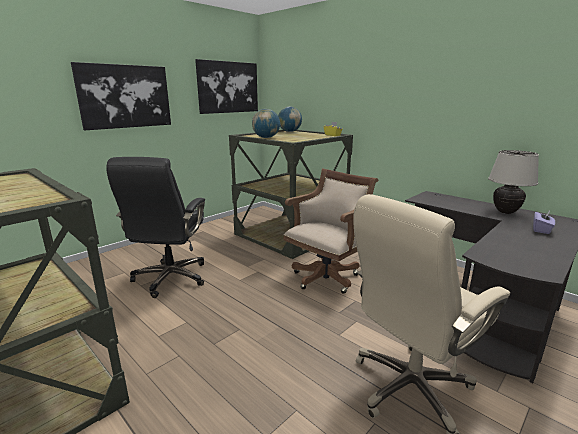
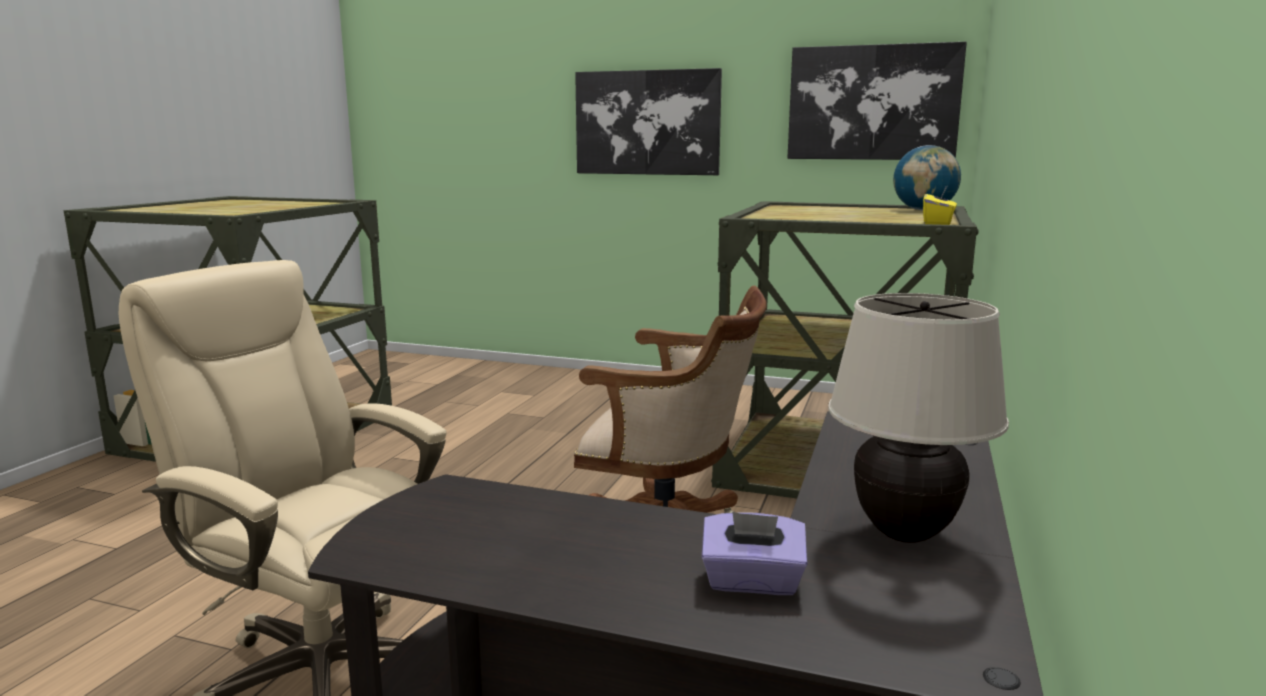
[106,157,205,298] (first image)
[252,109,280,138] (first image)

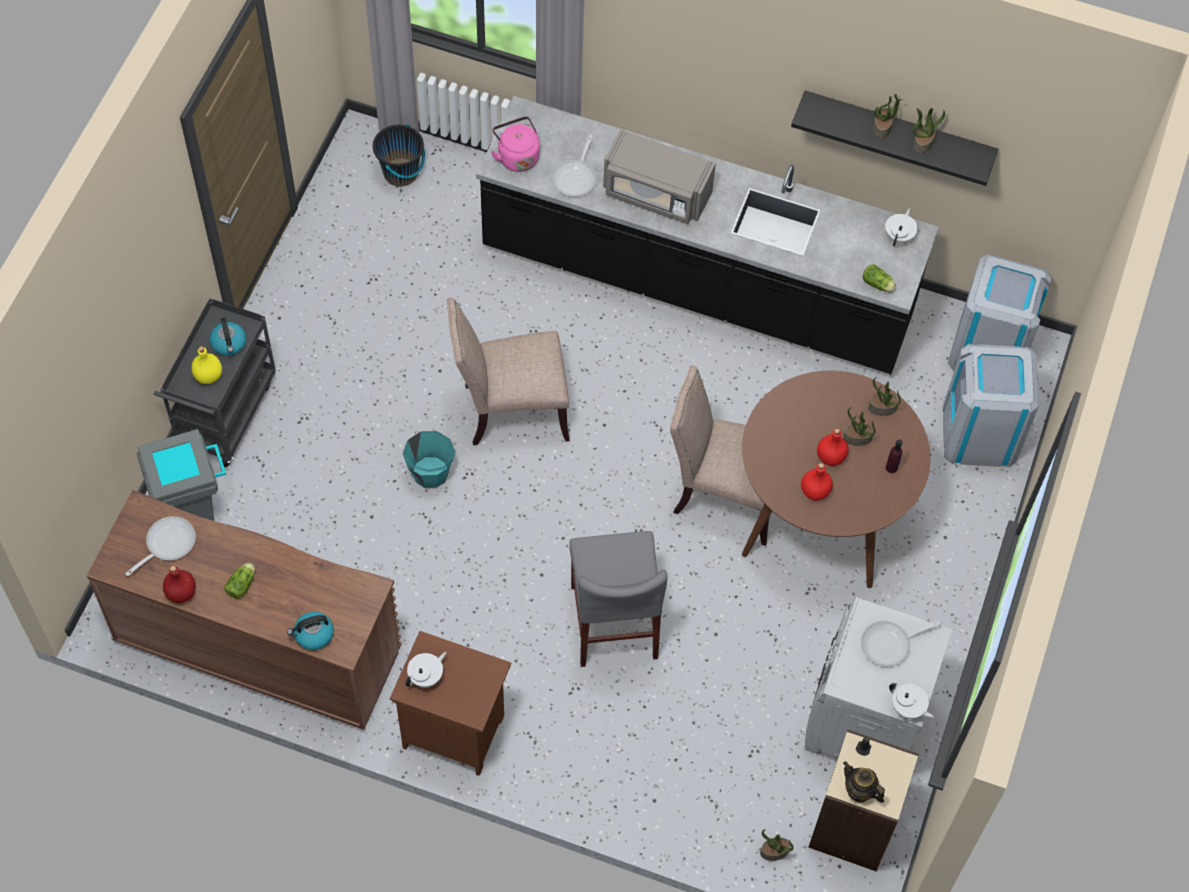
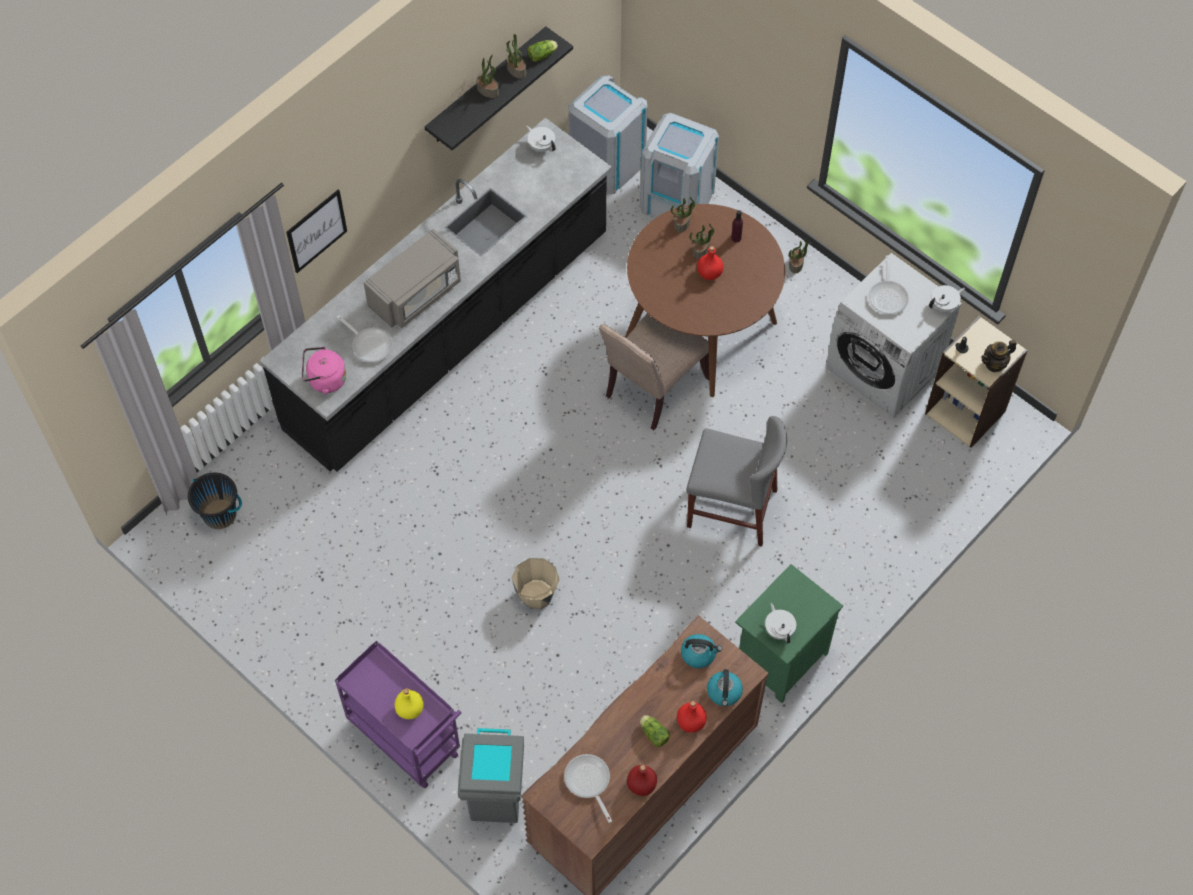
[447,298,570,445] (first image)
[286,189,347,273]
[681,634,722,668]
[789,239,810,274]
[677,701,707,733]
[527,40,558,62]
[335,641,461,788]
[735,564,843,703]
[512,558,559,610]

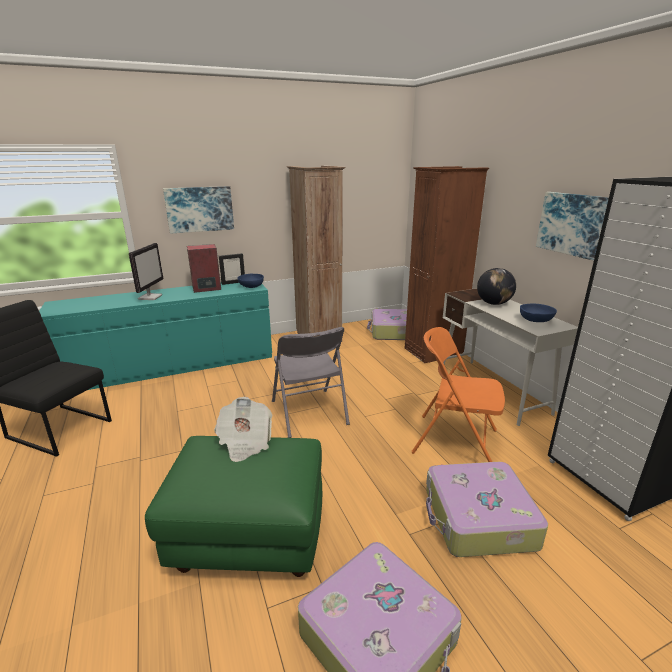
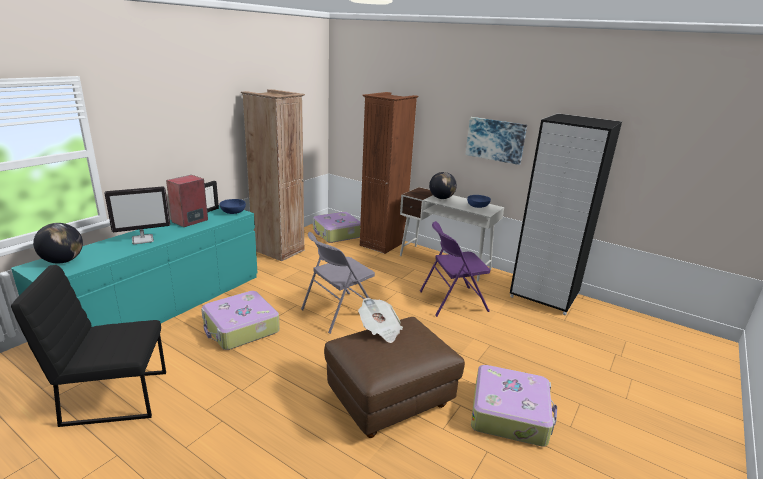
[163,186,234,234] (first image)
[33,223,83,264]
[201,291,280,350]
[324,317,465,438]
[420,221,490,317]
[104,186,170,244]
[301,232,375,334]

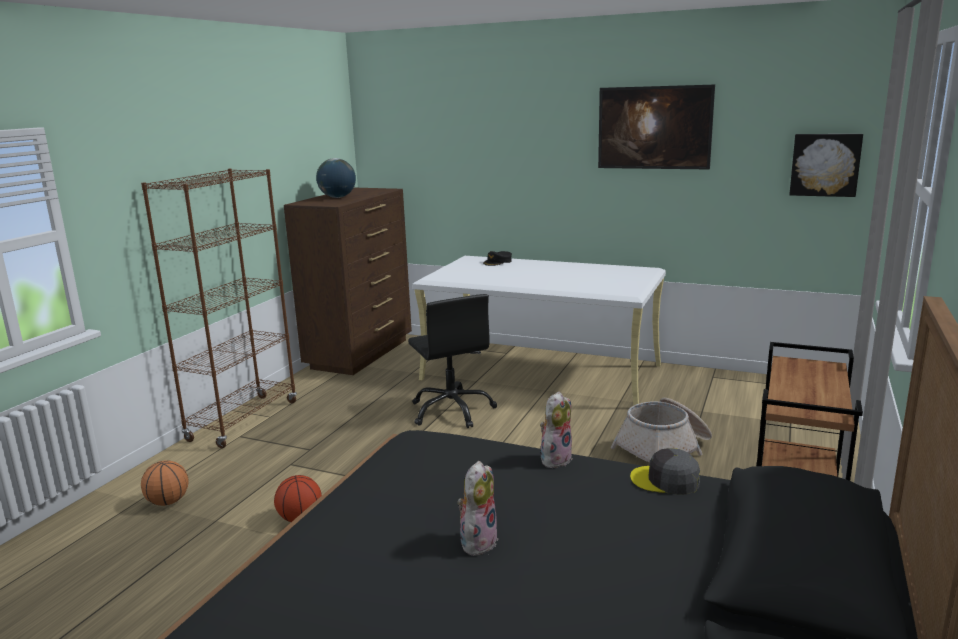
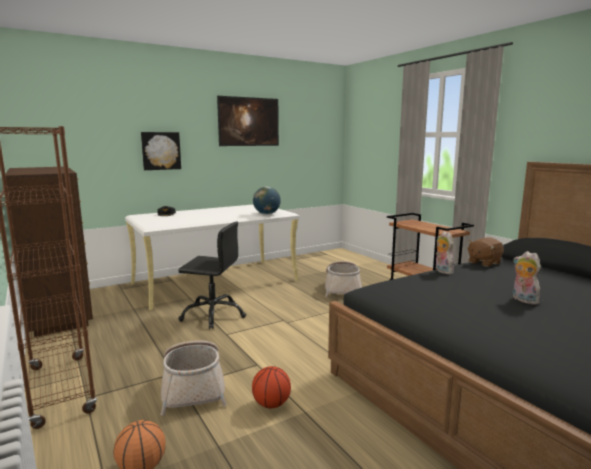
[161,340,227,416]
[253,187,281,214]
[141,132,181,170]
[467,238,504,267]

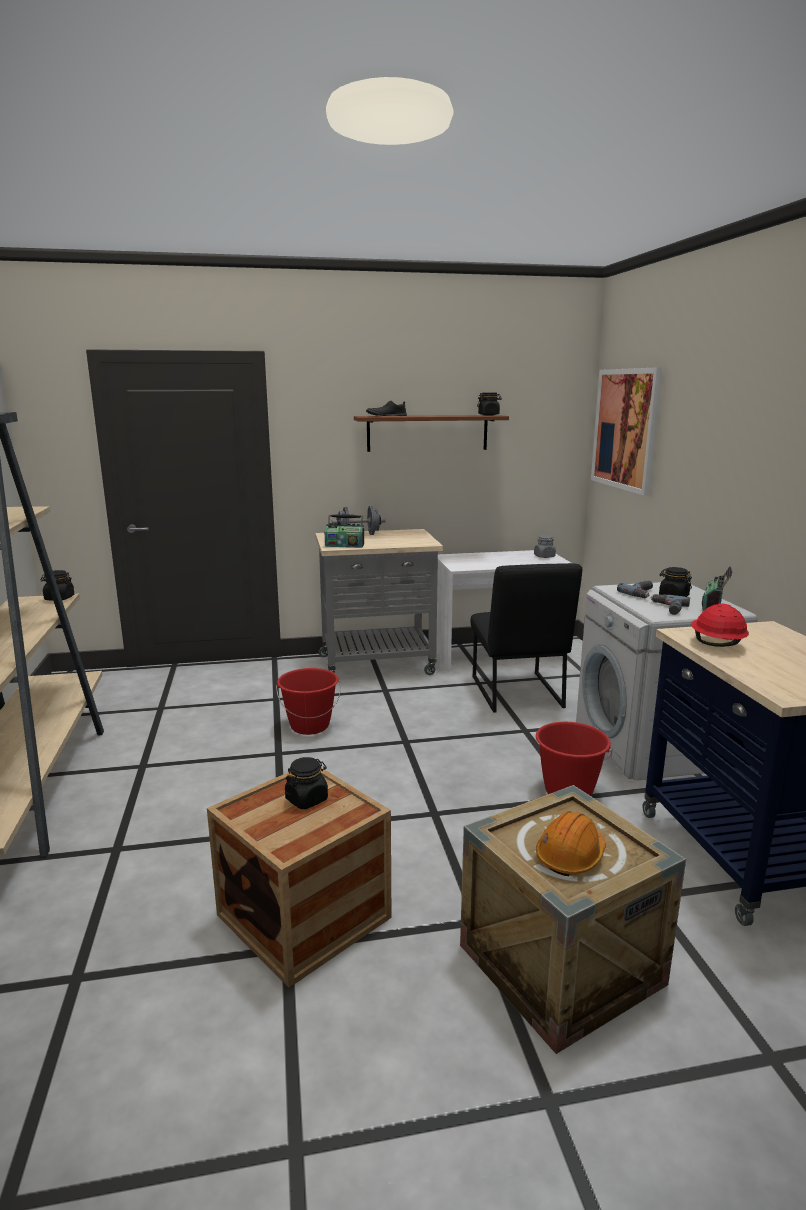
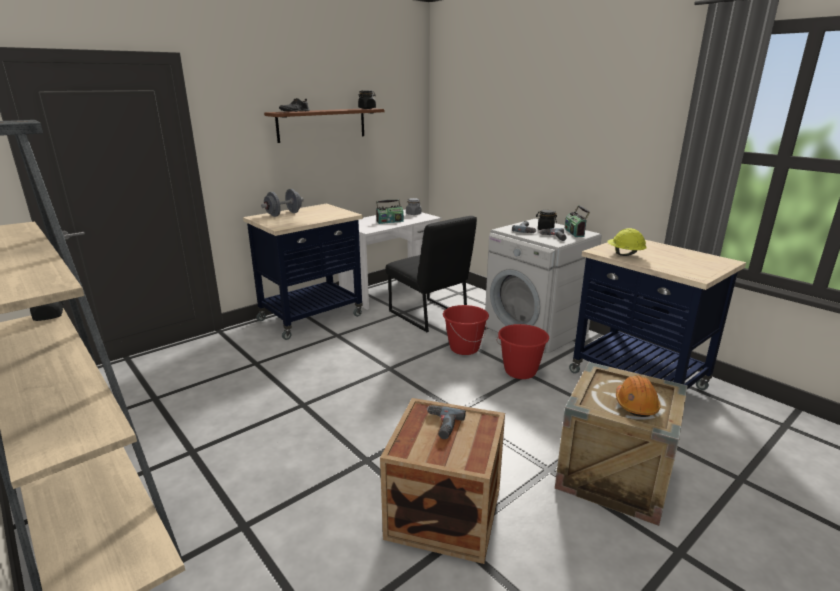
[591,367,663,496] (first image)
[443,305,489,355]
[376,199,404,224]
[427,405,466,439]
[243,203,363,340]
[607,228,647,256]

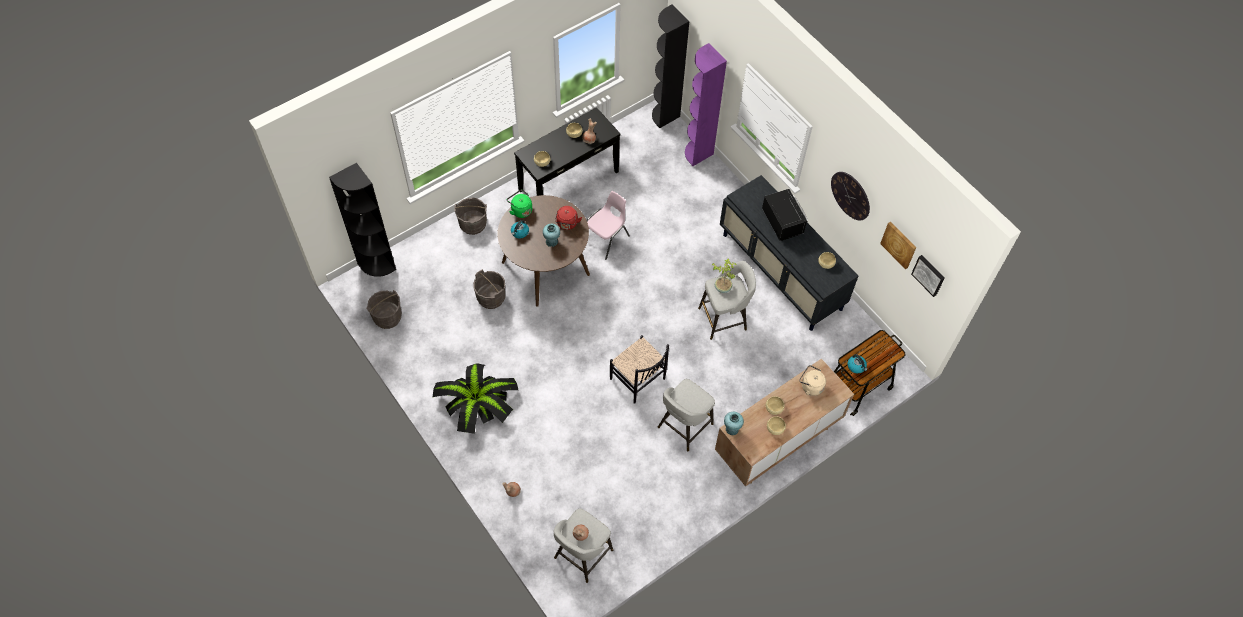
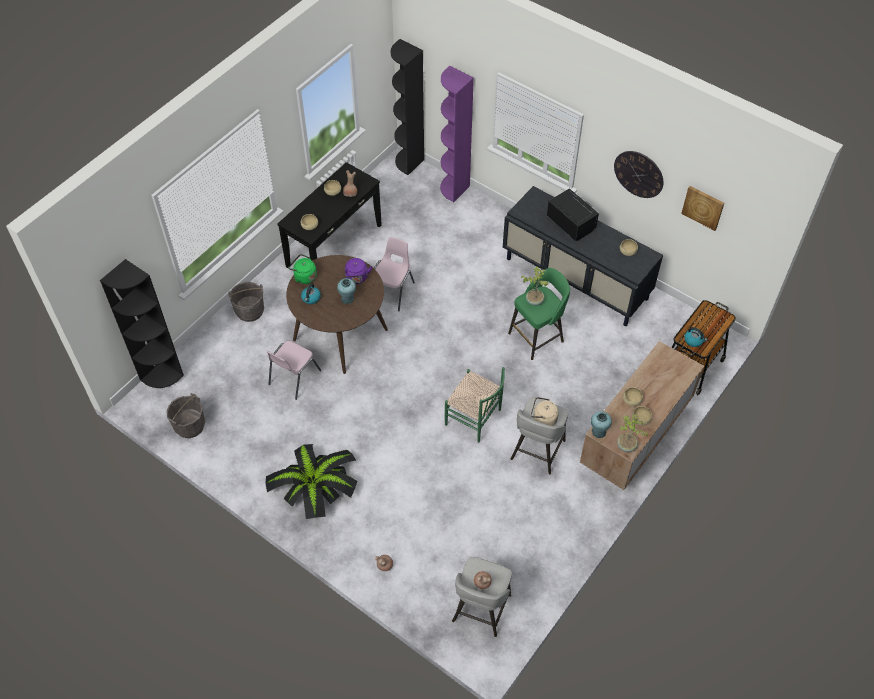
[911,255,945,297] (first image)
[617,415,648,452]
[531,397,559,426]
[267,341,321,400]
[345,258,372,284]
[445,367,505,442]
[508,268,570,360]

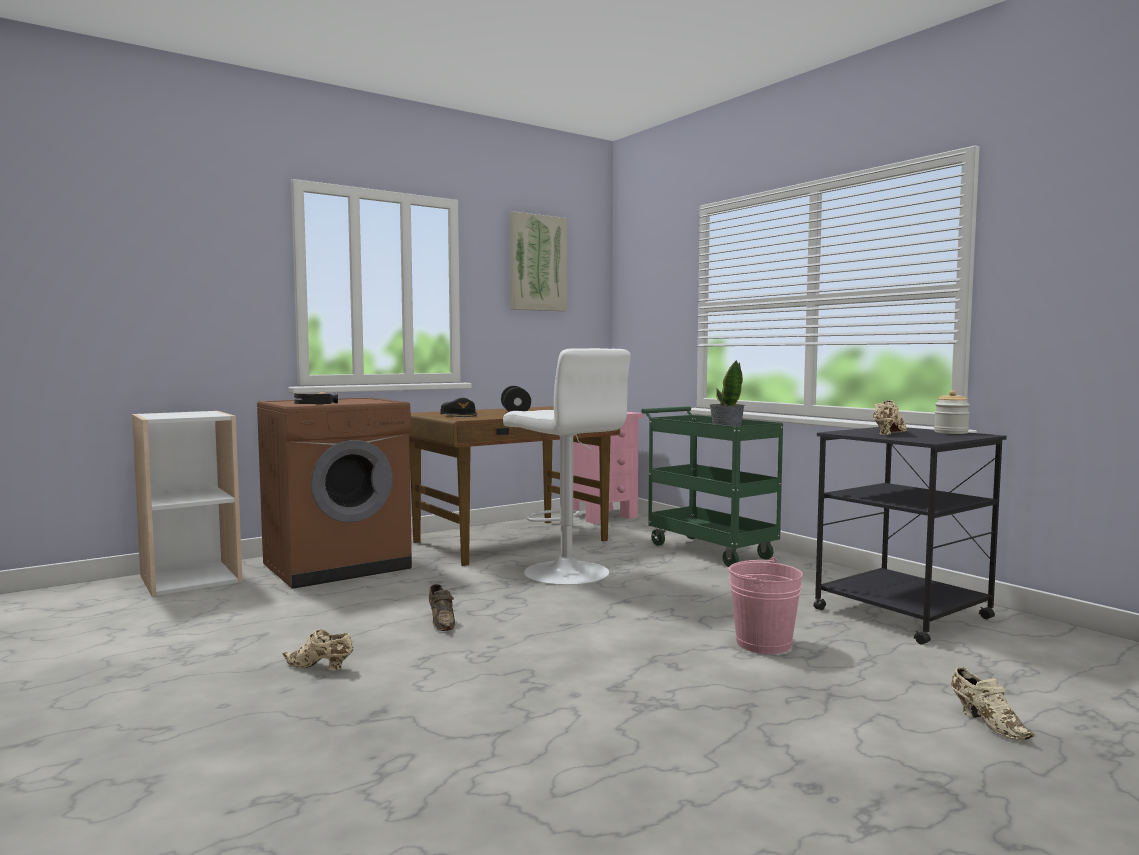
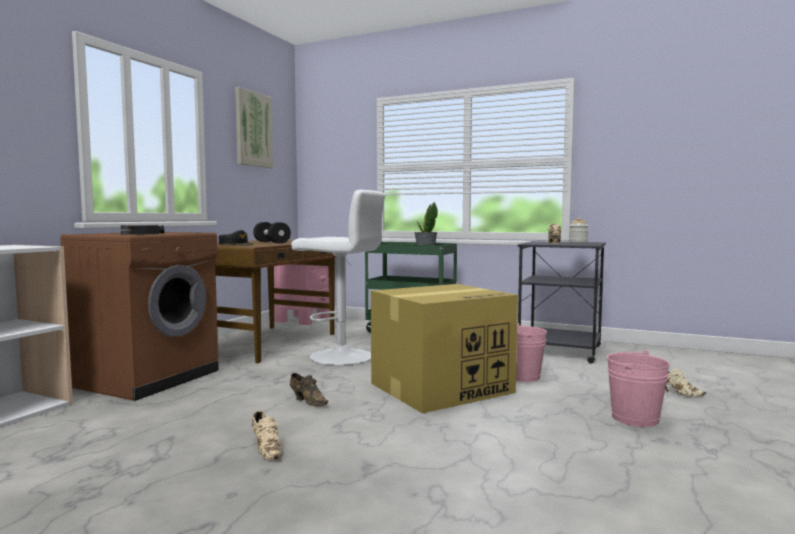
[371,284,518,413]
[606,350,670,427]
[252,410,282,460]

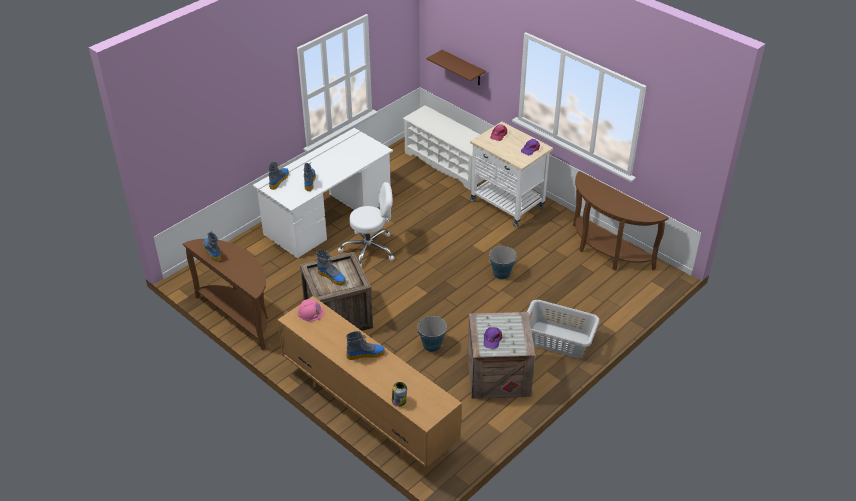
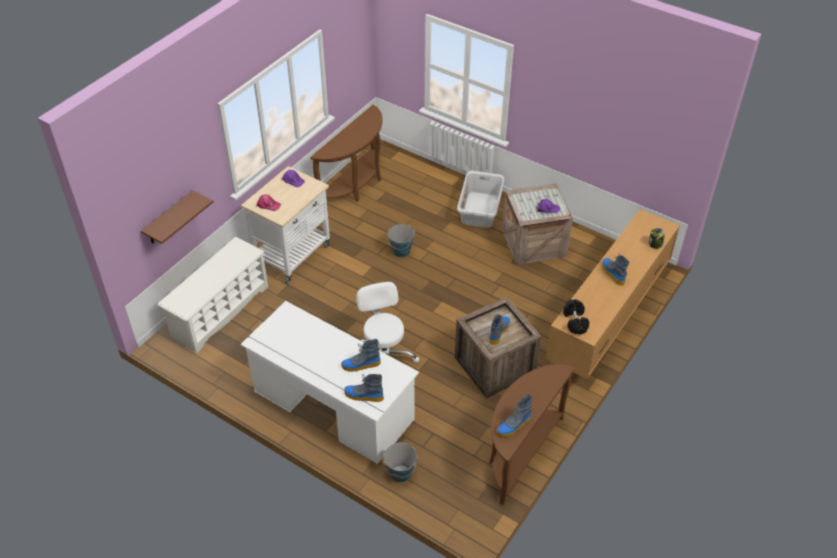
[383,443,417,483]
[563,299,589,334]

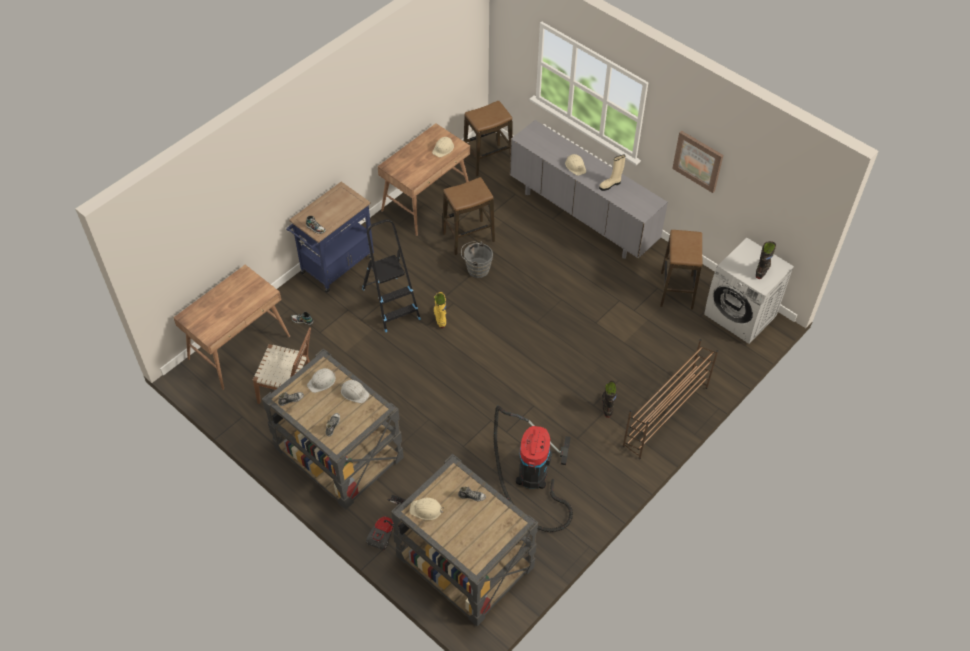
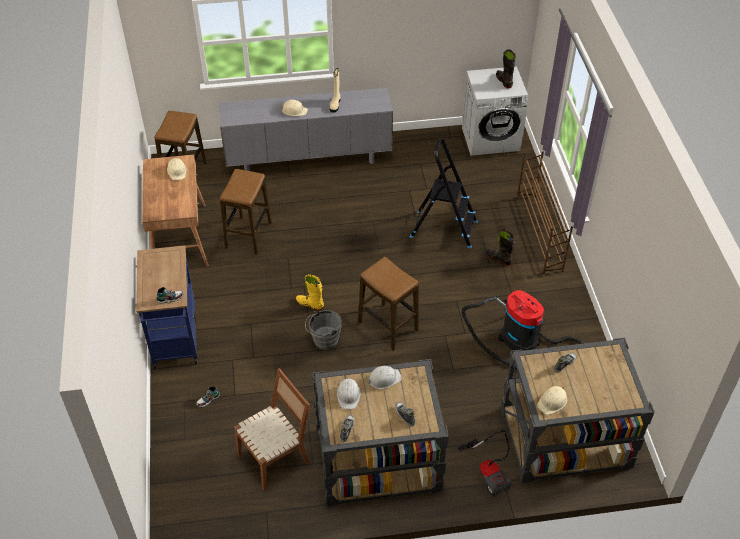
[173,265,290,390] (first image)
[672,131,723,193] (first image)
[410,138,478,248]
[305,310,342,350]
[358,257,419,351]

